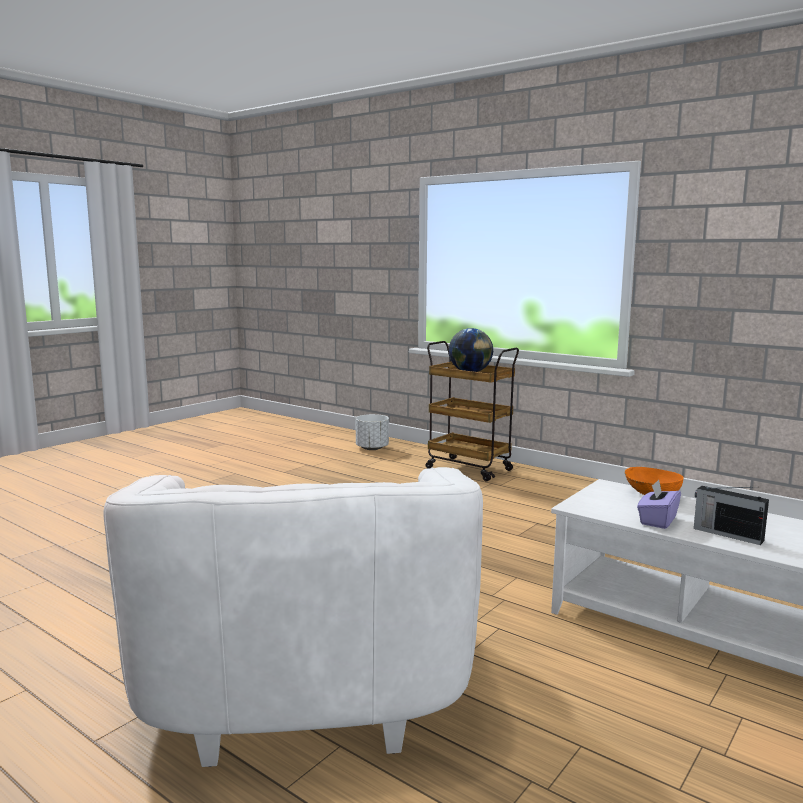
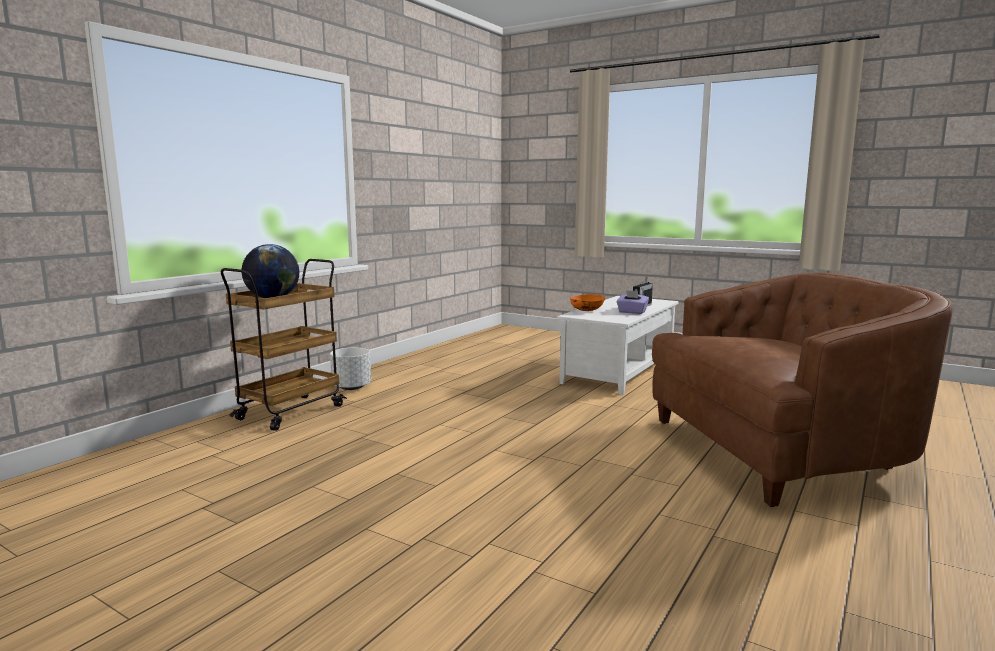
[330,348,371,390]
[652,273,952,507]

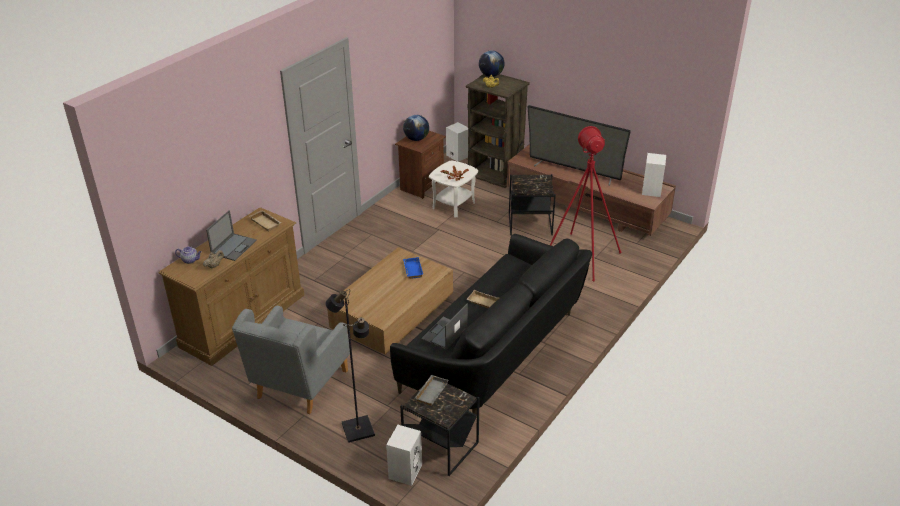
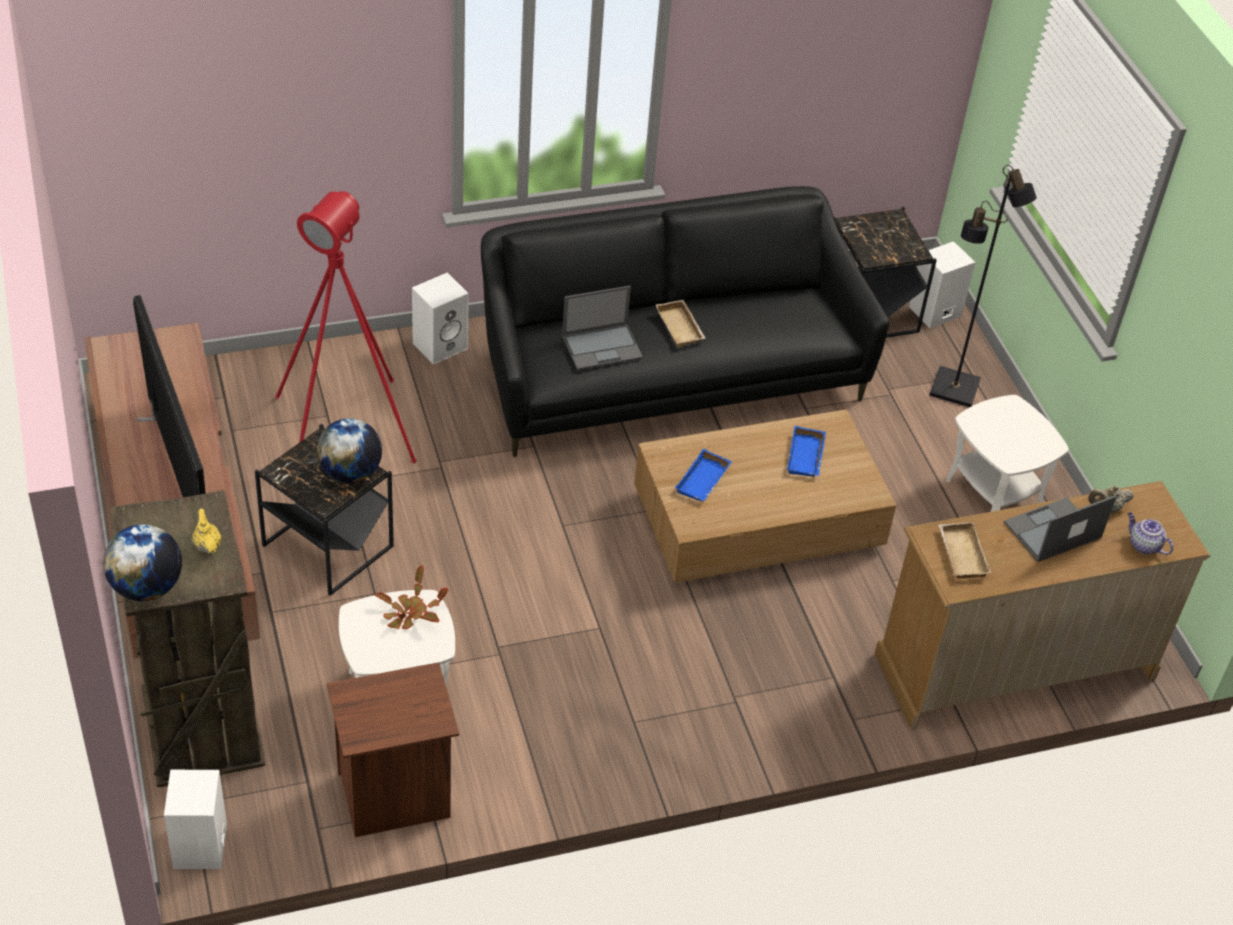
[415,375,449,406] (first image)
[787,426,826,477]
[317,418,382,483]
[562,286,643,370]
[412,272,469,364]
[946,395,1069,512]

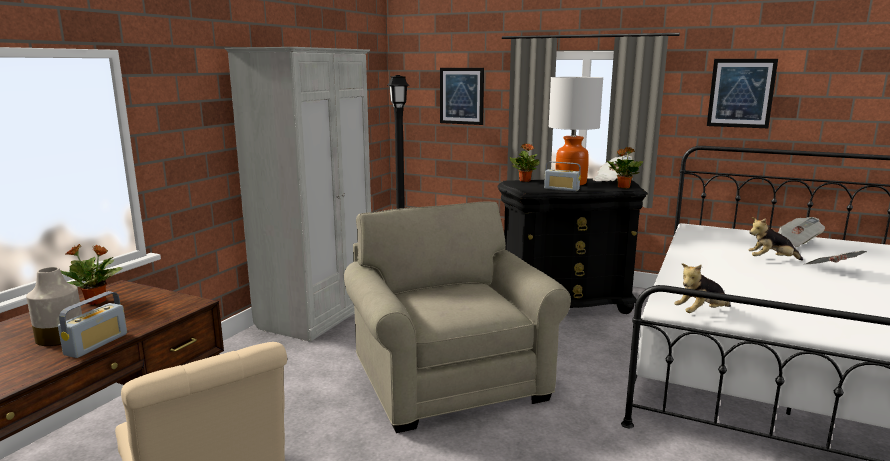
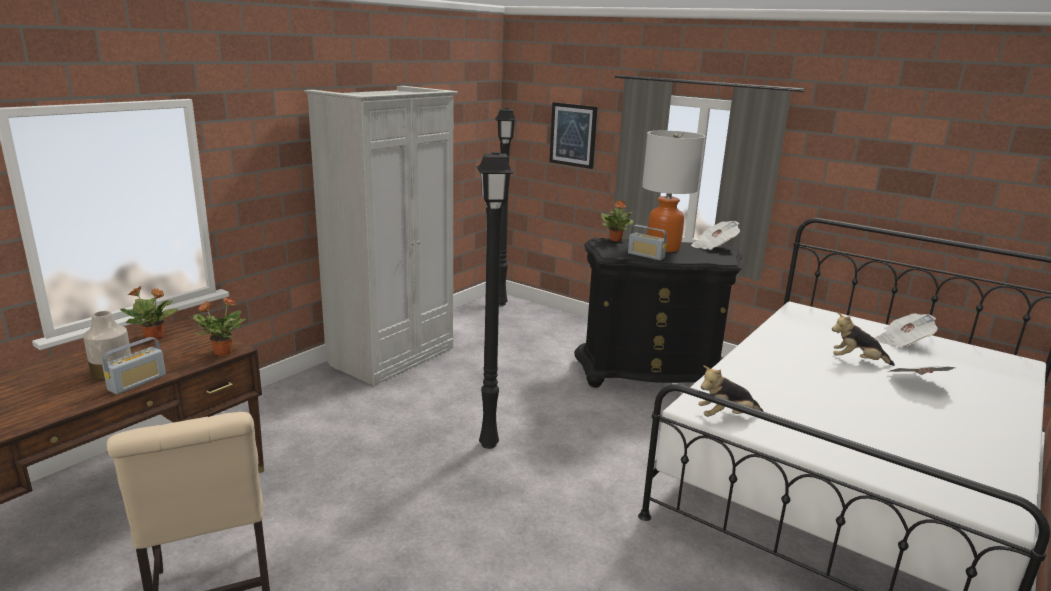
[707,59,778,128] (first image)
[193,297,246,356]
[476,152,514,449]

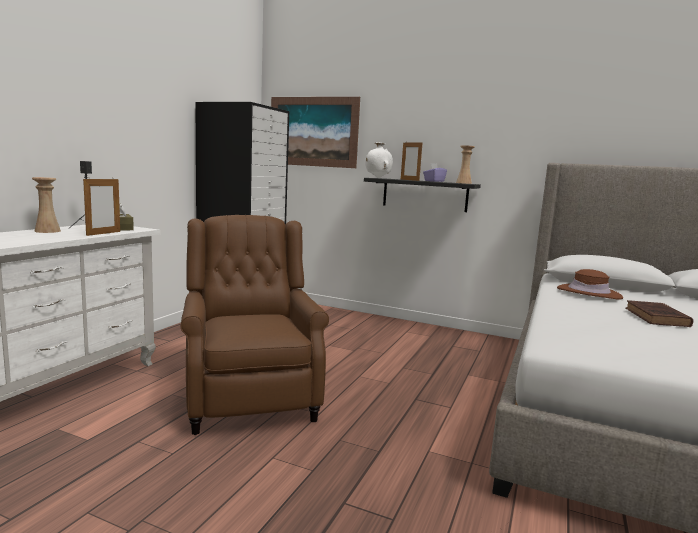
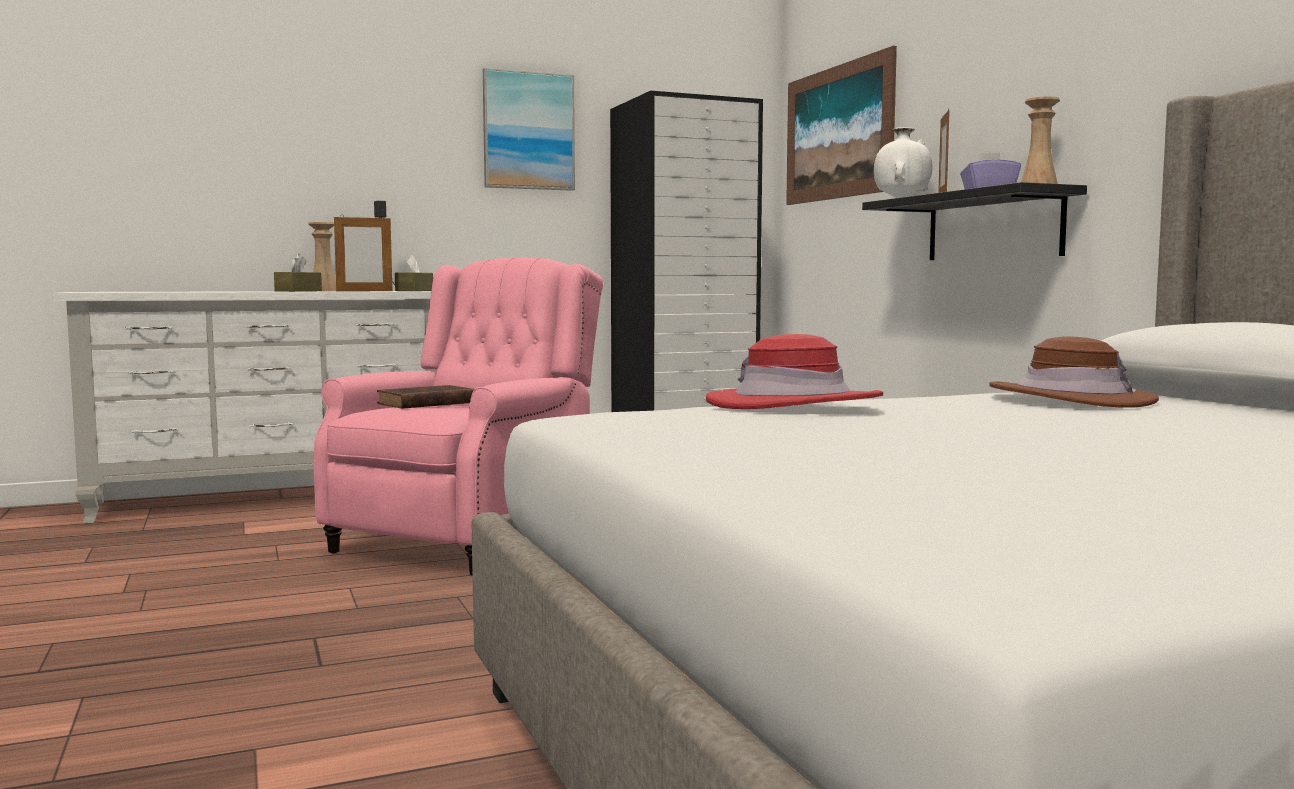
[274,254,322,292]
[483,68,575,191]
[706,334,883,409]
[377,385,474,409]
[314,257,603,575]

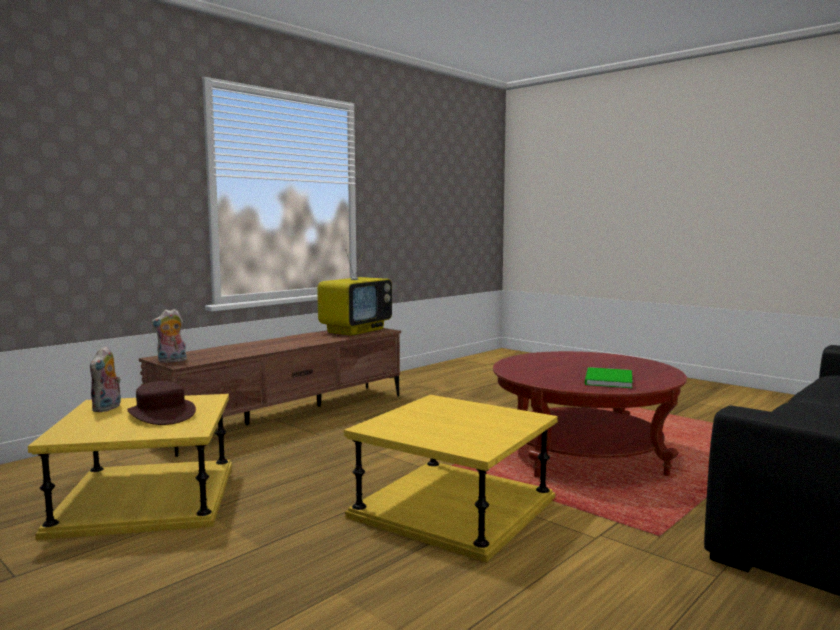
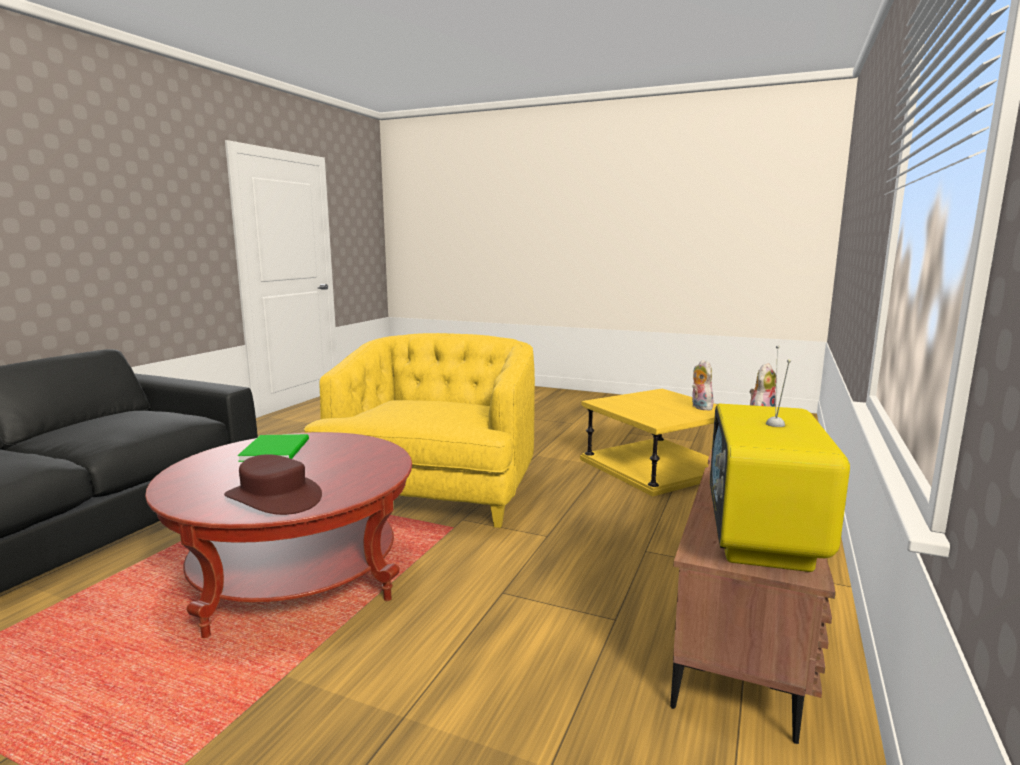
[224,454,322,515]
[304,333,535,528]

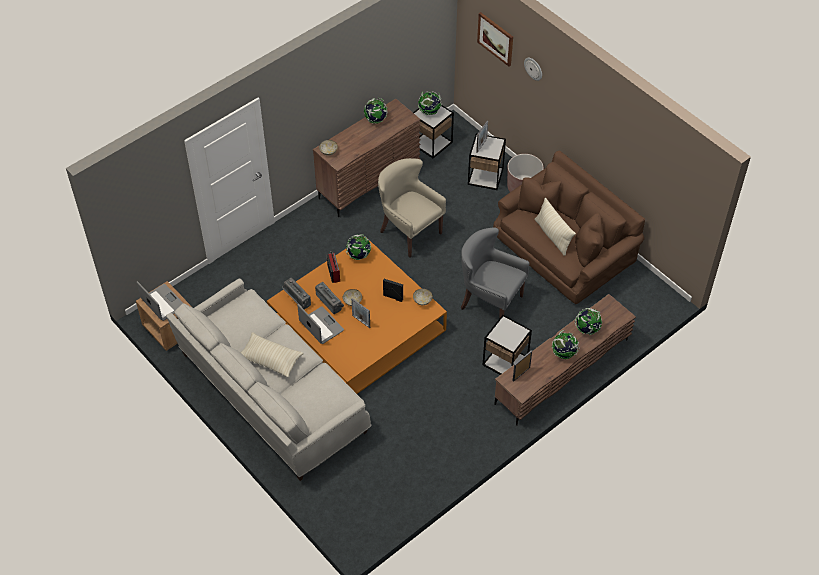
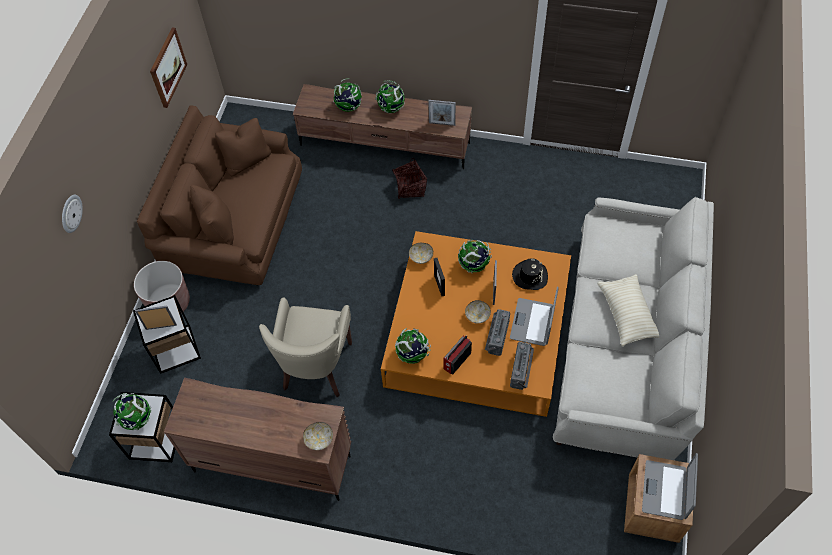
[461,227,530,319] (first image)
[535,198,576,256] (first image)
[512,258,548,290]
[458,240,492,273]
[150,27,187,108]
[392,158,427,199]

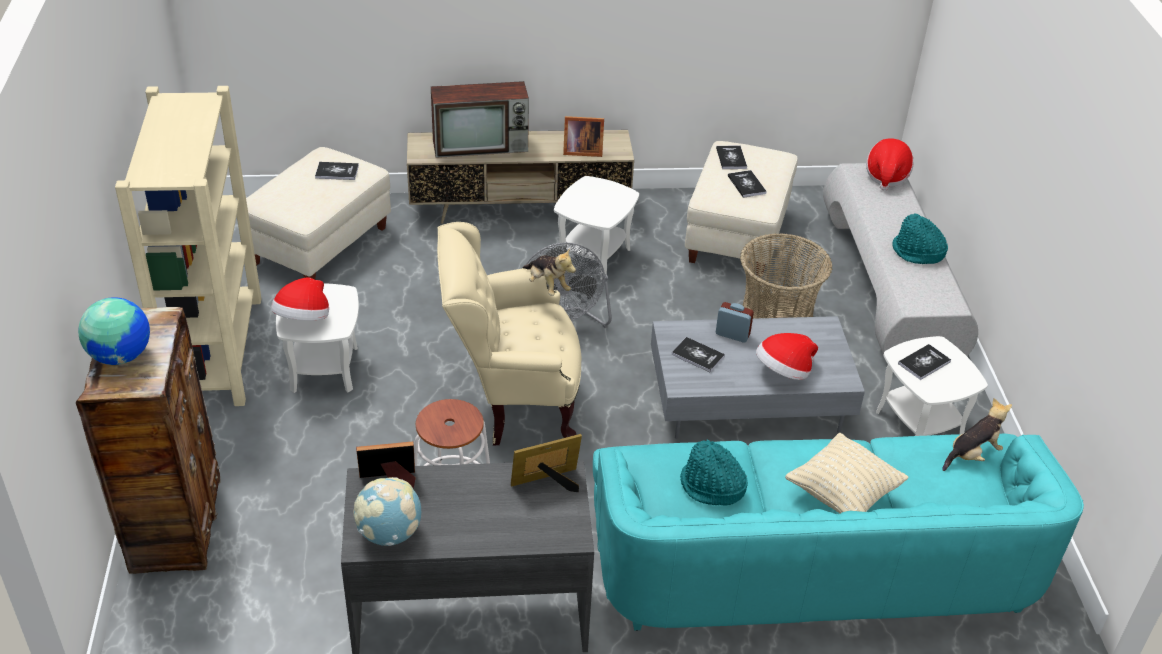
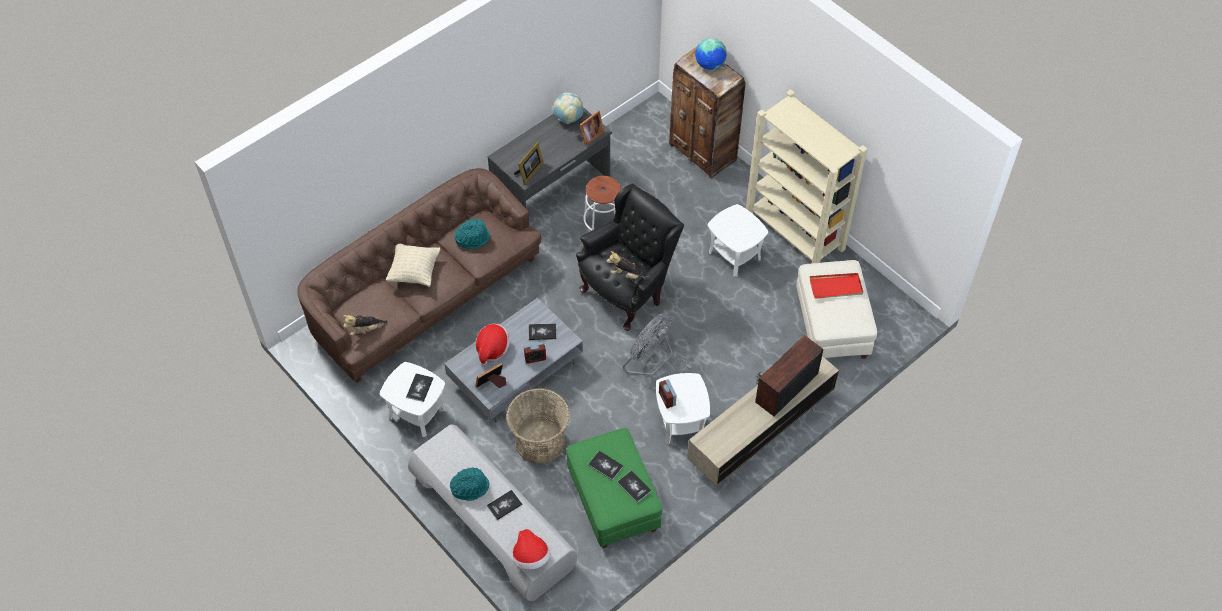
[271,277,329,321] (first image)
[659,379,676,409]
[810,273,863,299]
[487,490,522,520]
[475,363,506,388]
[576,184,684,331]
[297,168,541,383]
[566,428,662,548]
[343,315,388,336]

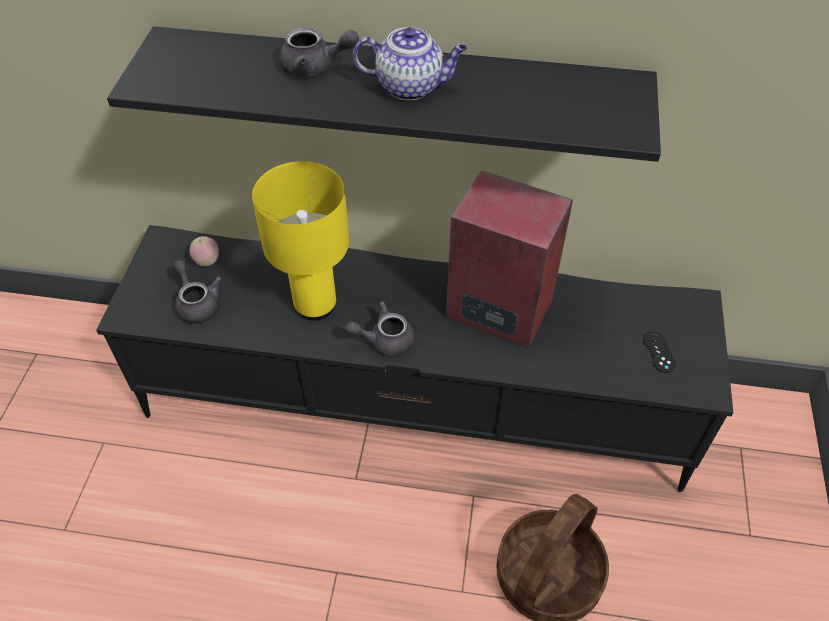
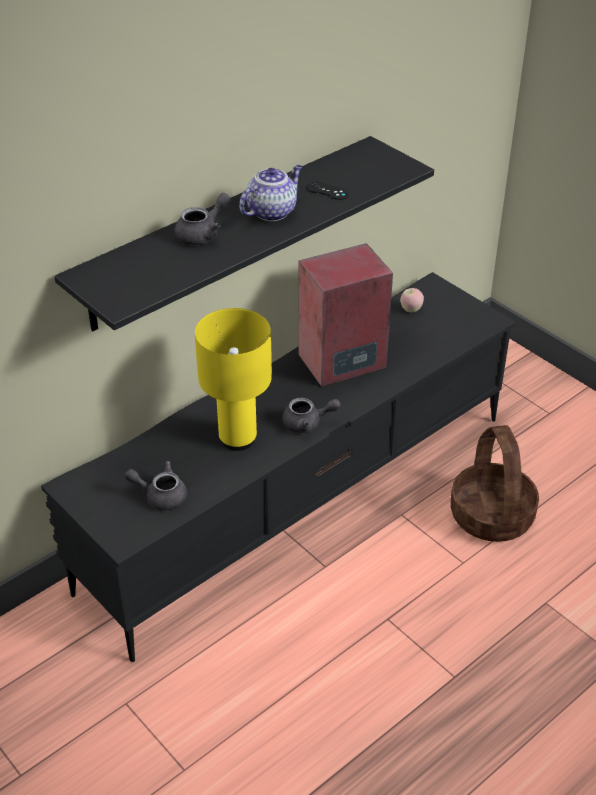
[400,288,424,313]
[307,182,349,200]
[282,398,341,433]

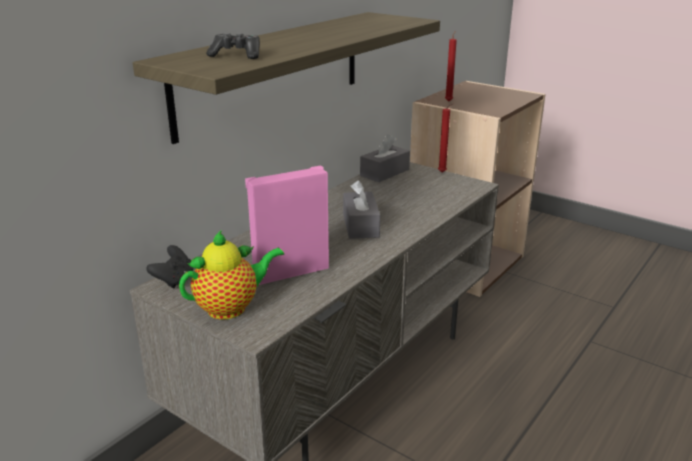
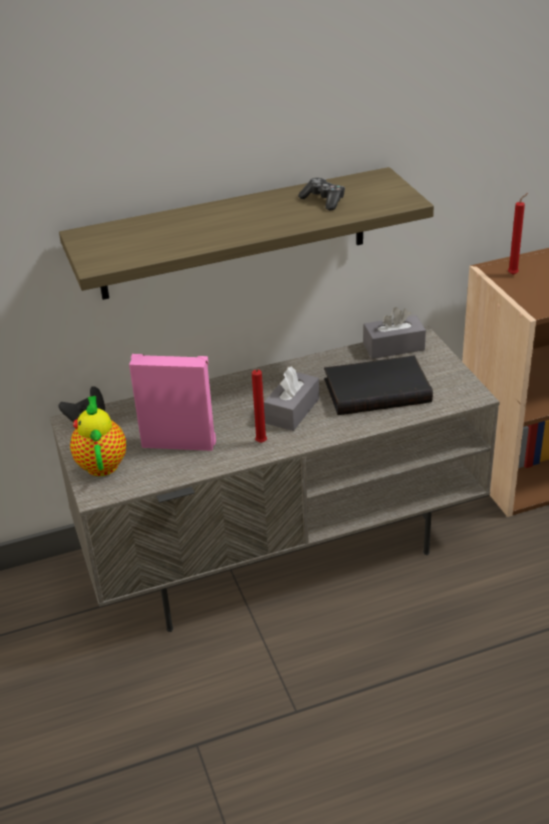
[324,355,433,415]
[298,178,345,210]
[252,368,267,443]
[70,396,126,477]

